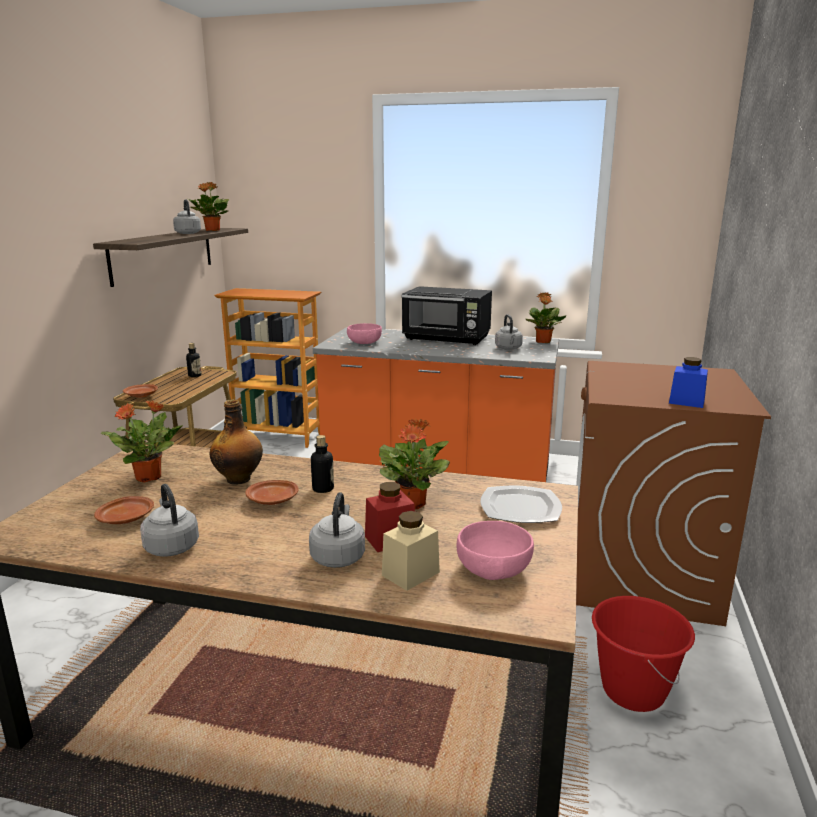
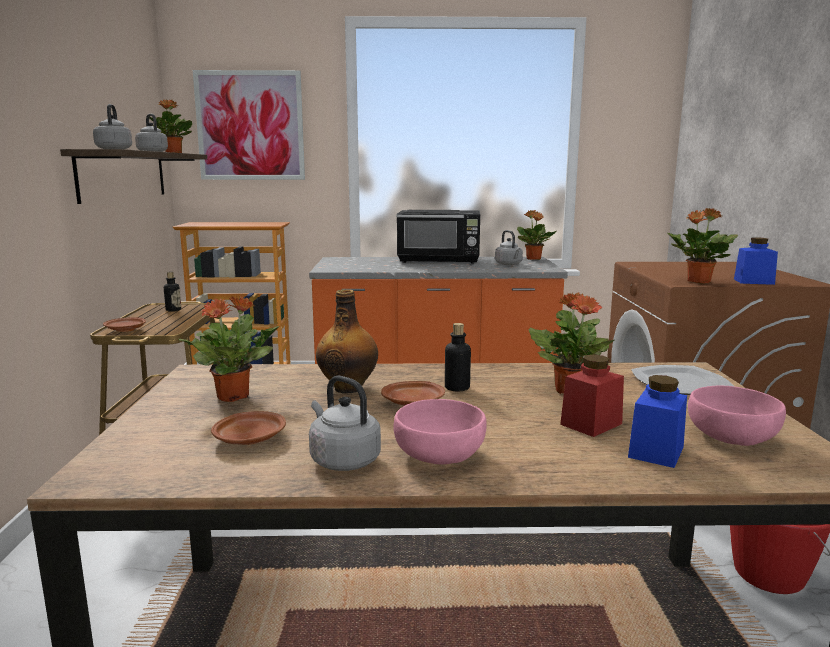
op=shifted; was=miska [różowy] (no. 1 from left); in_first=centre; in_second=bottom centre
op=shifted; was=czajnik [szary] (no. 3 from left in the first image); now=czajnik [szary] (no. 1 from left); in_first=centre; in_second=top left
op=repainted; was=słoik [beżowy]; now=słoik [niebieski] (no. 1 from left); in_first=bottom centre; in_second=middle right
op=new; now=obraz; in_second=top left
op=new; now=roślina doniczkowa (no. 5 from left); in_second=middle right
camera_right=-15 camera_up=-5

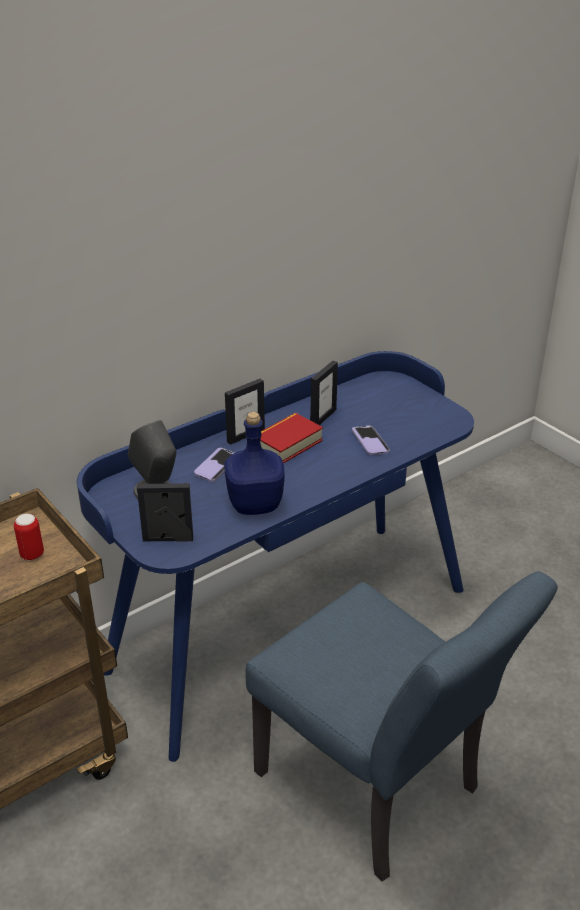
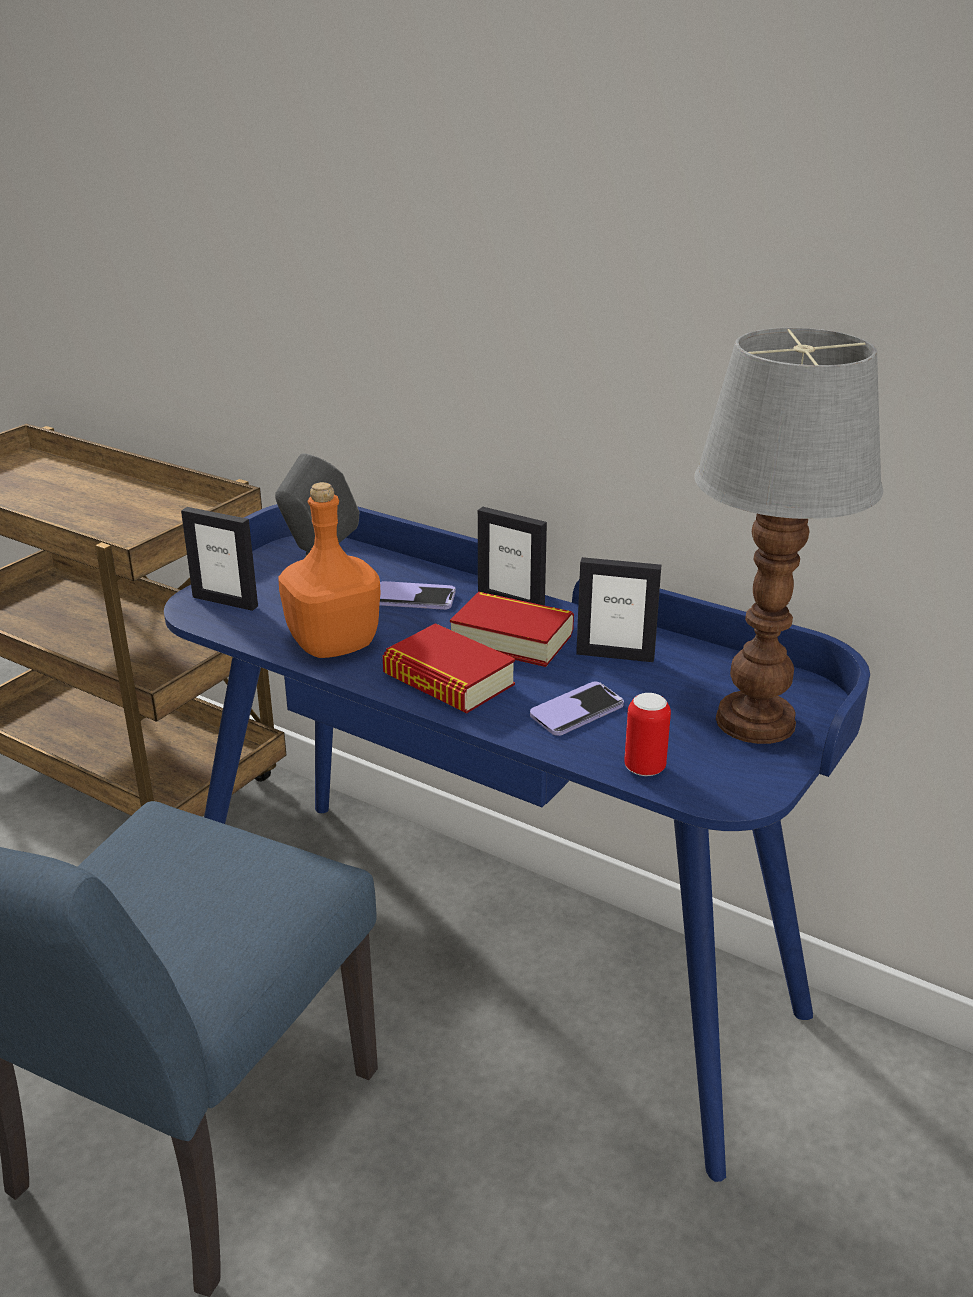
op=repainted; was=butelka [niebieski]; now=butelka [pomarańczowy]; in_first=centre; in_second=centre
op=rotated; was=ramka na zdjęcie (no. 1 from left); in_first=middle left; in_second=middle left; clockwise=135
op=shifted; was=puszka; in_first=middle left; in_second=centre
op=new; now=lampa stołowa; in_second=middle right
op=new; now=książka (no. 1 from left); in_second=centre
camera_right=70 camera_up=-5

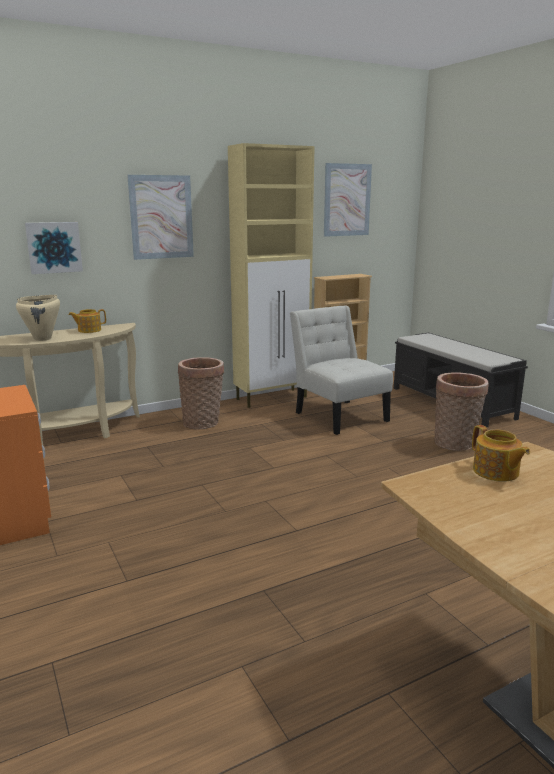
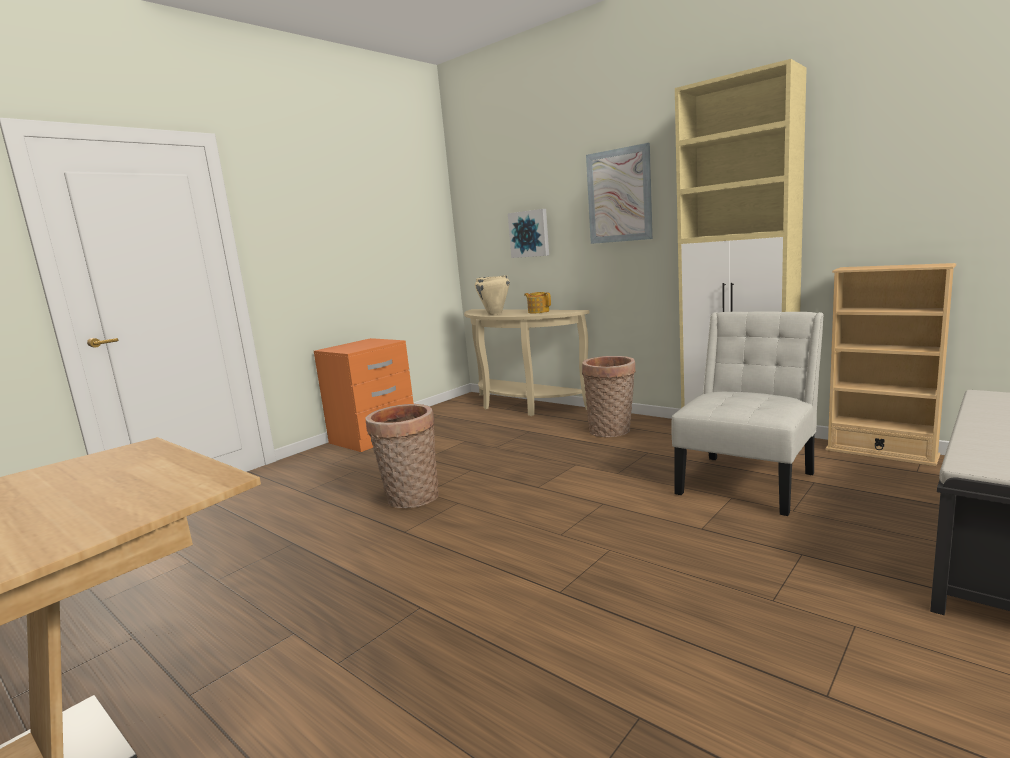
op=gone; was=obraz (no. 3 from left); in_first=top centre
op=shifted; was=koszyk (no. 2 from left in the first image); now=koszyk (no. 1 from left); in_first=middle right; in_second=centre
op=gone; was=imbryk (no. 2 from left); in_first=middle right
camera_right=70 camera_up=-5

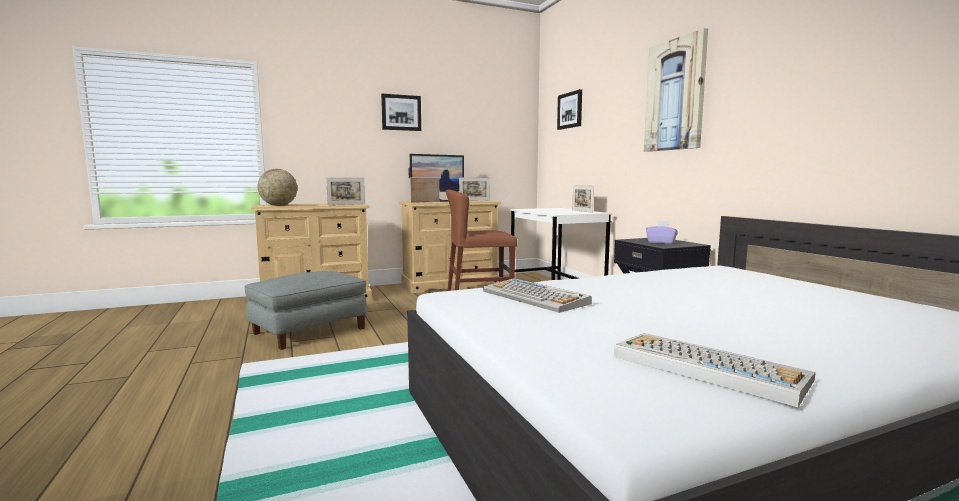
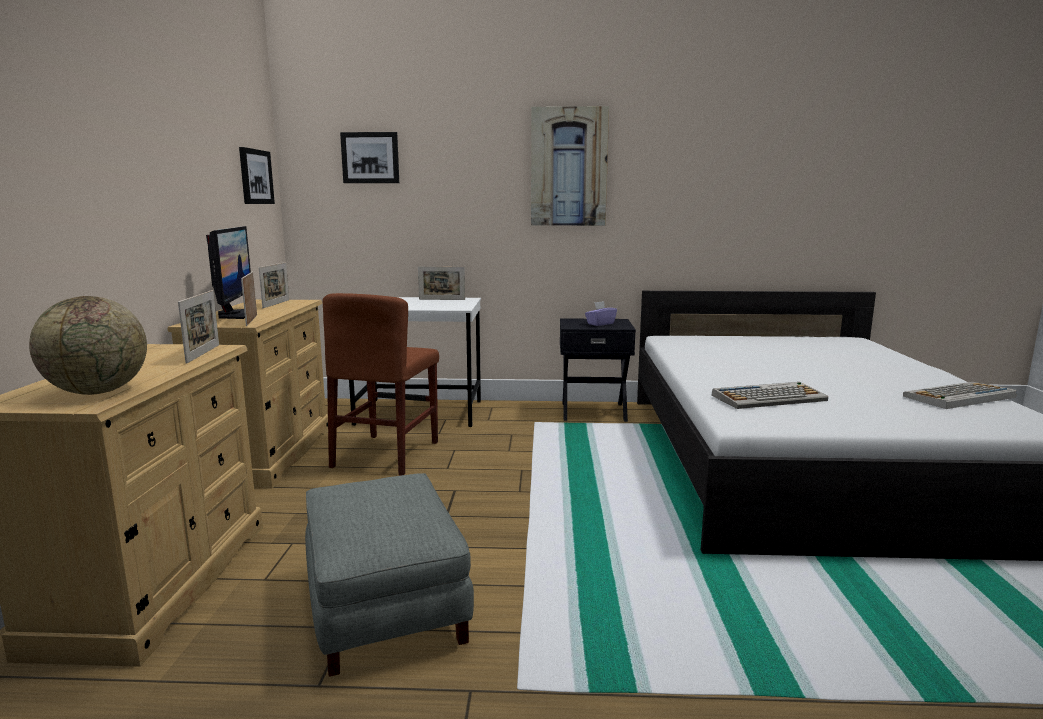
op=shifted; was=obraz (no. 1 from left); in_first=top centre; in_second=top left
camera_right=-65 camera_up=5

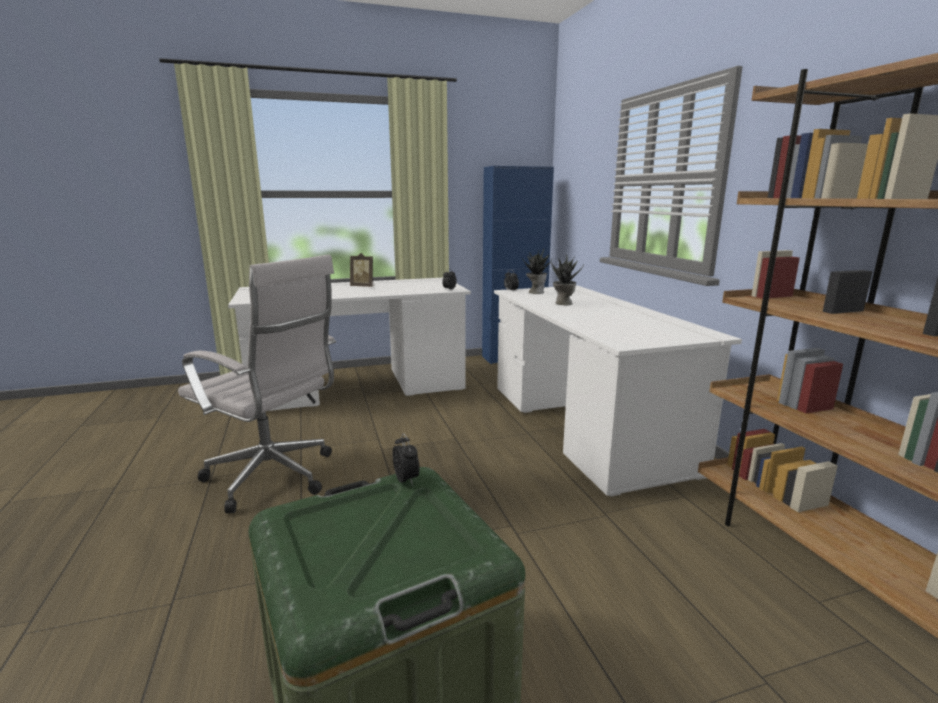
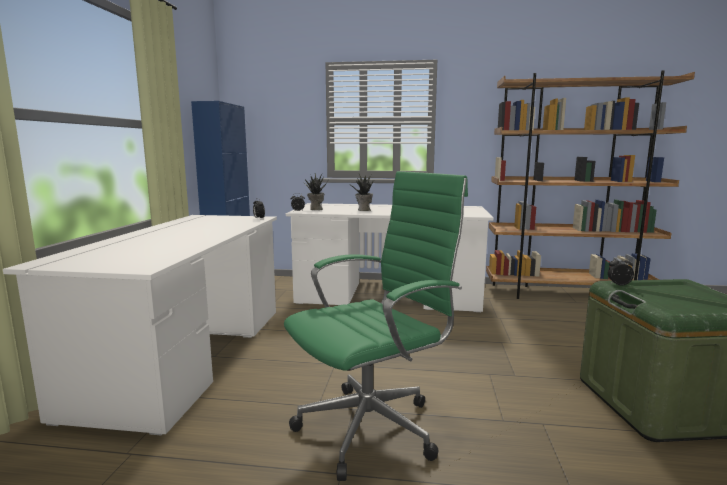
op=gone; was=ramka na zdjęcie; in_first=centre
op=repainted; was=krzesło biurowe [biały]; now=krzesło biurowe [zielony]; in_first=middle left; in_second=bottom centre
camera_right=-65 camera_up=-5

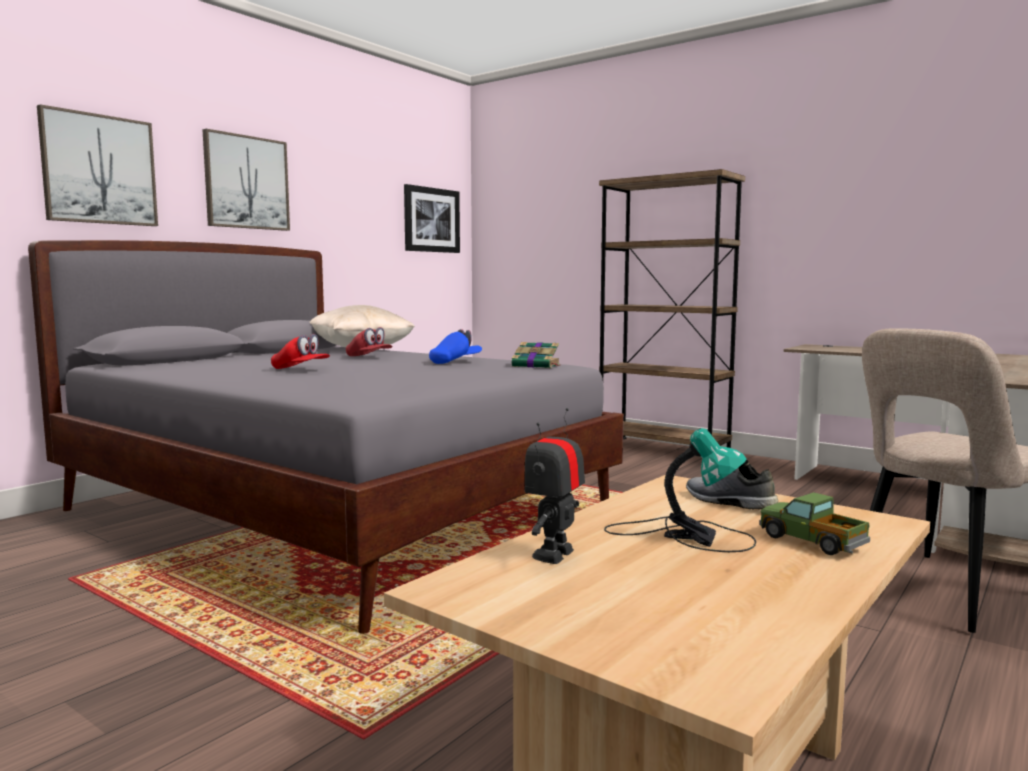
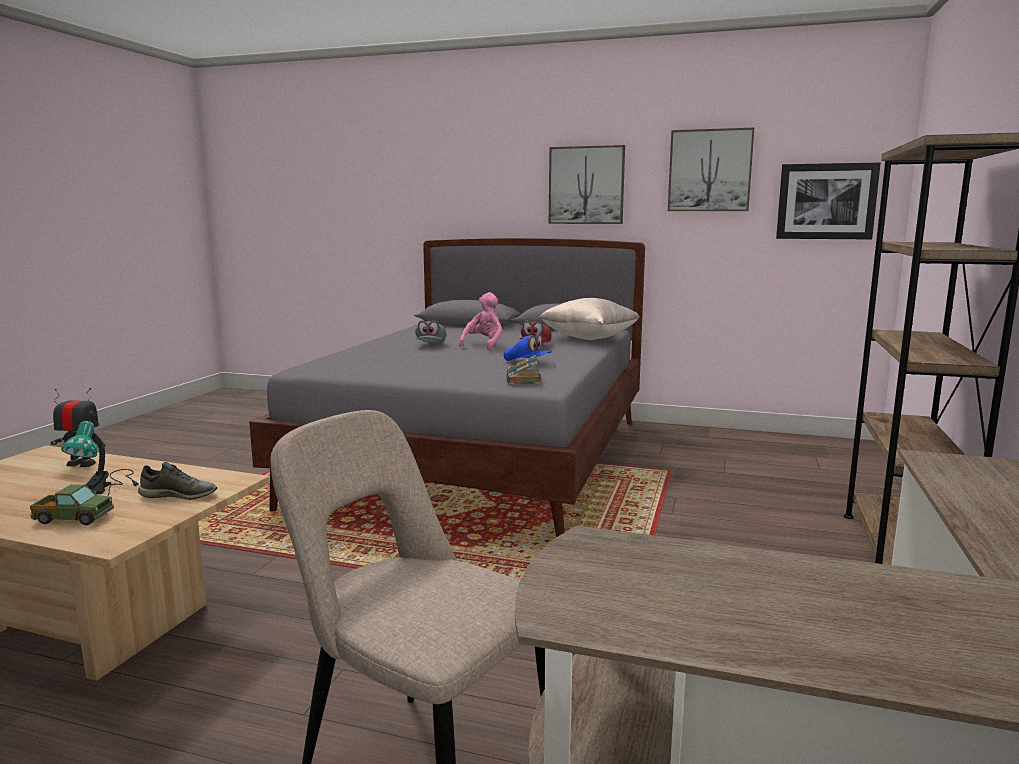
op=shifted; was=obraz (no. 1 from left in the first image); now=obraz (no. 2 from left); in_first=top left; in_second=top right
op=repainted; was=czapka z daszkiem [czerwony] (no. 1 from left); now=czapka z daszkiem [szary]; in_first=middle left; in_second=centre
op=rotated; was=but [szary]; in_first=middle right; in_second=middle left; clockwise=60
op=rotated; was=ciężarówka zabawkowa; in_first=bottom right; in_second=middle left; clockwise=60
op=new; now=pluszak [różowy]; in_second=centre
camera_right=70 camera_up=5

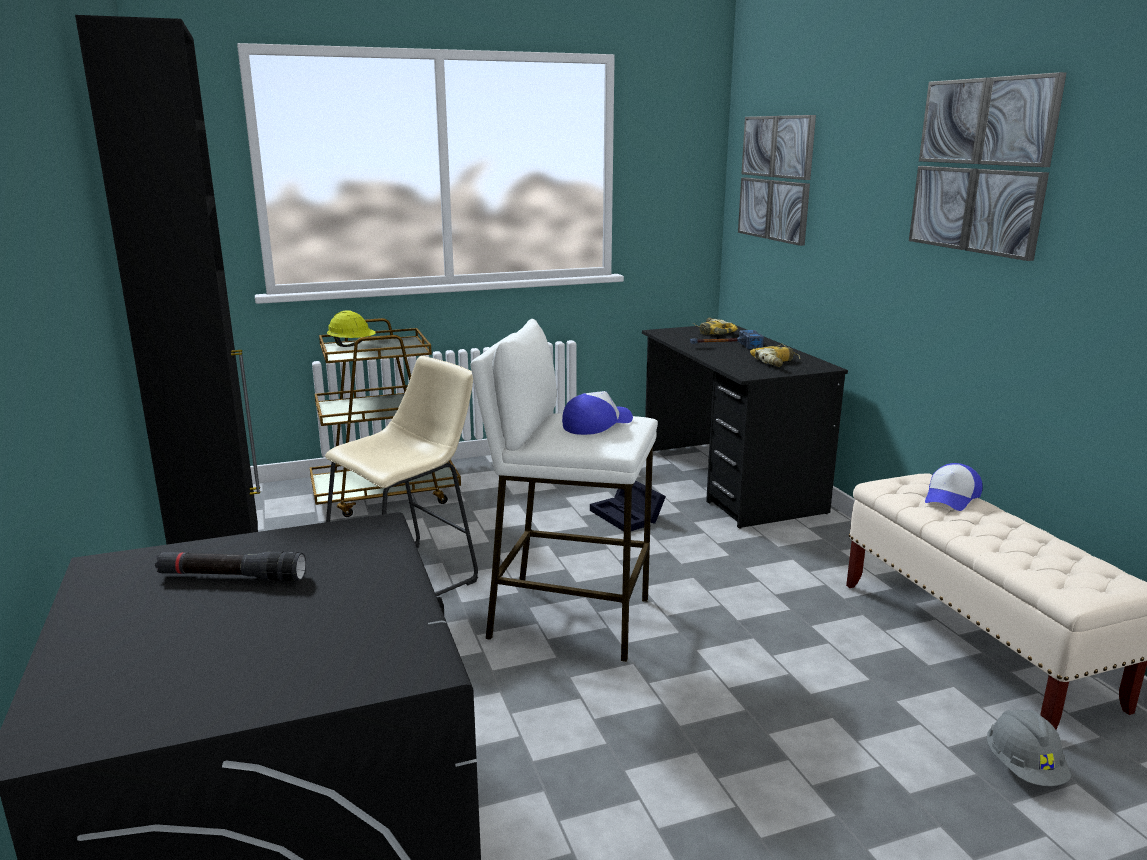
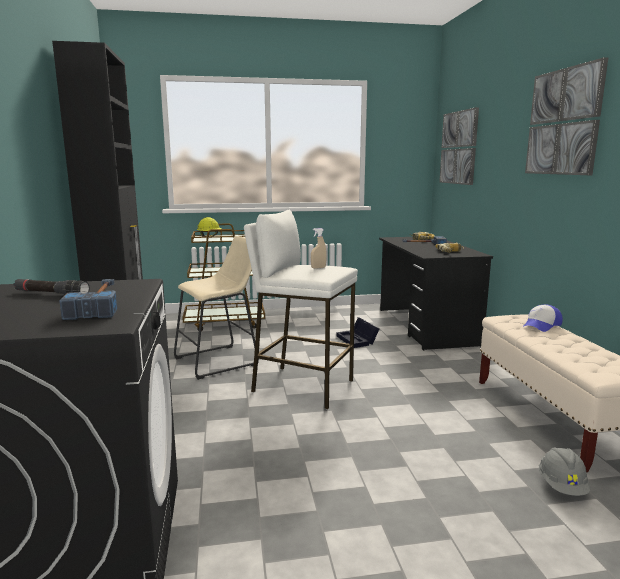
op=swapped; was=czapka z daszkiem (no. 1 from left); now=spryskiwacz [beżowy]; in_first=centre; in_second=centre
op=new; now=młotek (no. 1 from left); in_second=middle left
camera_right=10 camera_up=-5

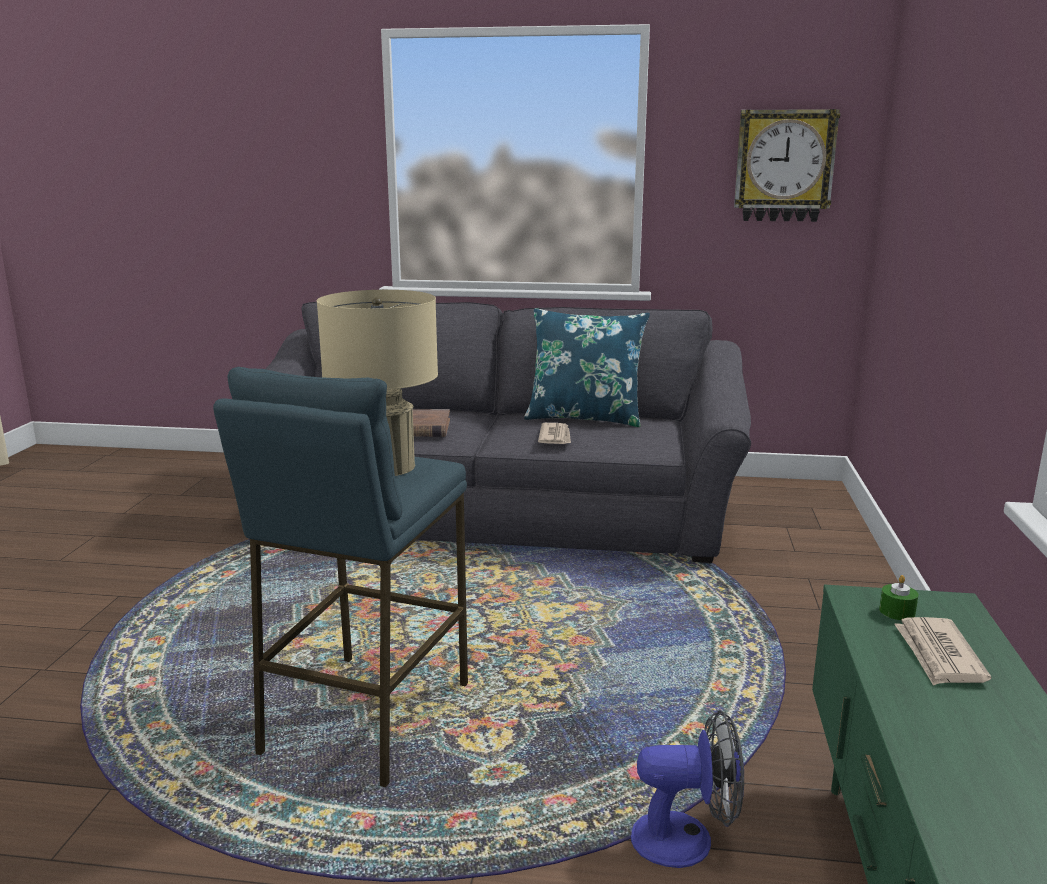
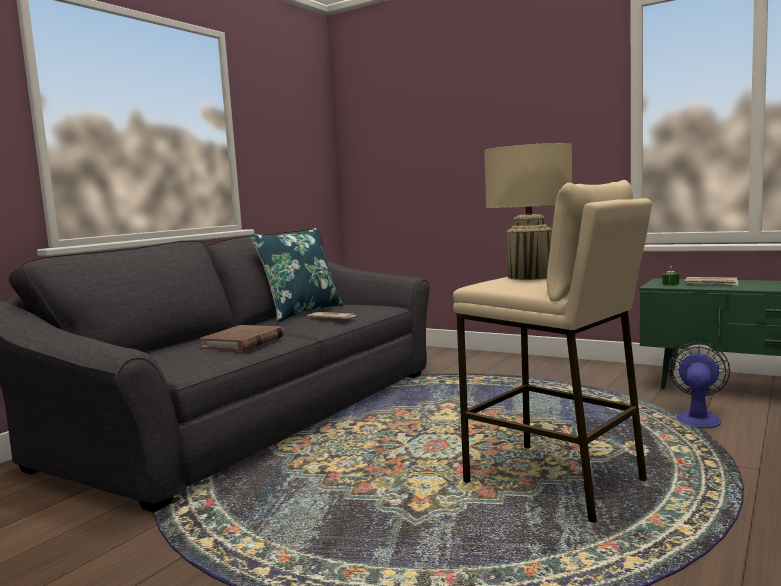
op=gone; was=zegar ścienny; in_first=top right
op=repainted; was=stołek [niebieski]; now=stołek [beżowy]; in_first=middle left; in_second=middle right
camera_right=-65 camera_up=-10

